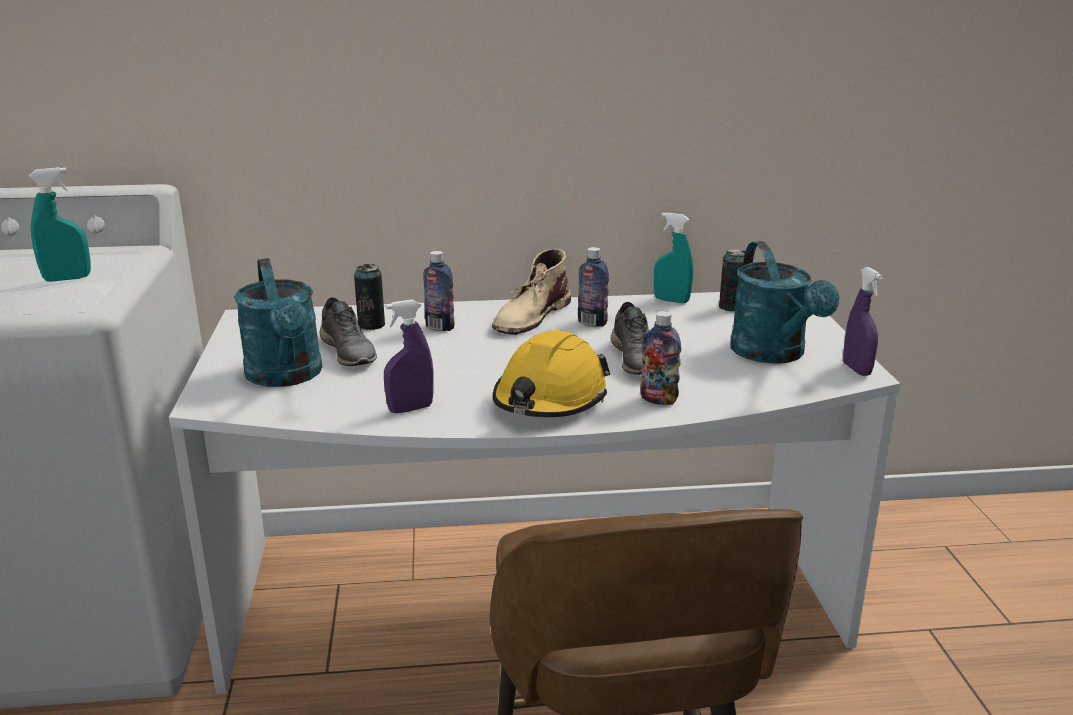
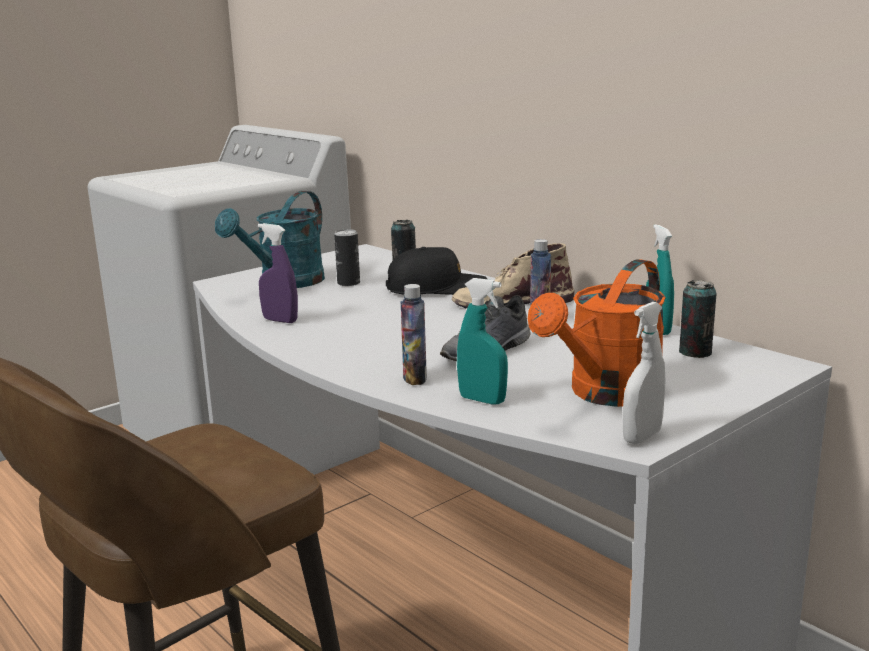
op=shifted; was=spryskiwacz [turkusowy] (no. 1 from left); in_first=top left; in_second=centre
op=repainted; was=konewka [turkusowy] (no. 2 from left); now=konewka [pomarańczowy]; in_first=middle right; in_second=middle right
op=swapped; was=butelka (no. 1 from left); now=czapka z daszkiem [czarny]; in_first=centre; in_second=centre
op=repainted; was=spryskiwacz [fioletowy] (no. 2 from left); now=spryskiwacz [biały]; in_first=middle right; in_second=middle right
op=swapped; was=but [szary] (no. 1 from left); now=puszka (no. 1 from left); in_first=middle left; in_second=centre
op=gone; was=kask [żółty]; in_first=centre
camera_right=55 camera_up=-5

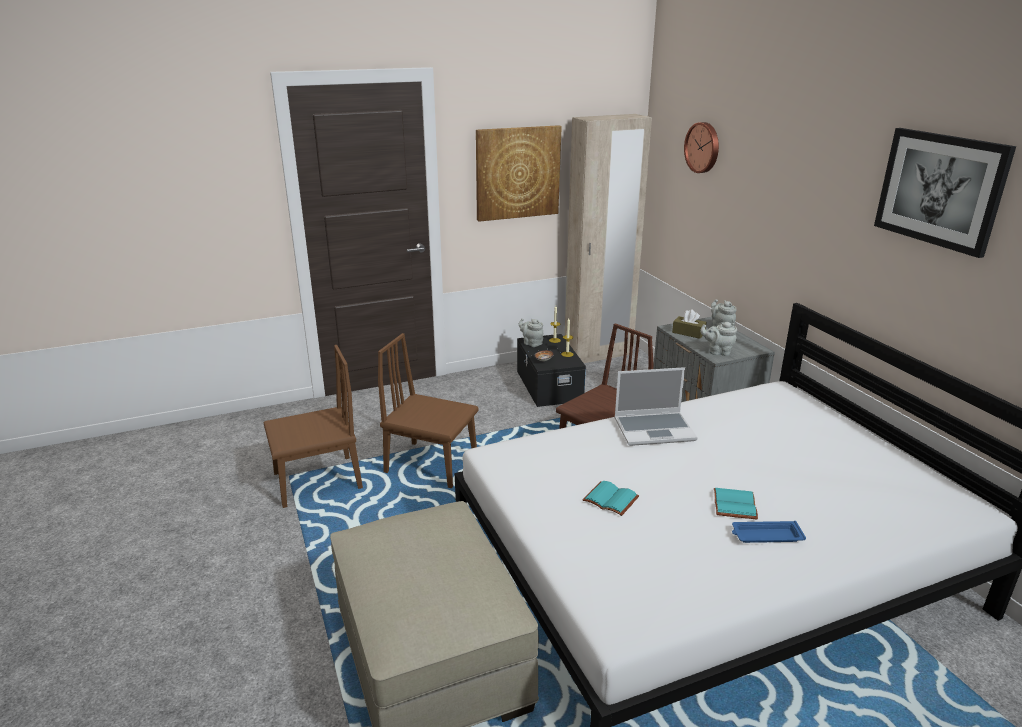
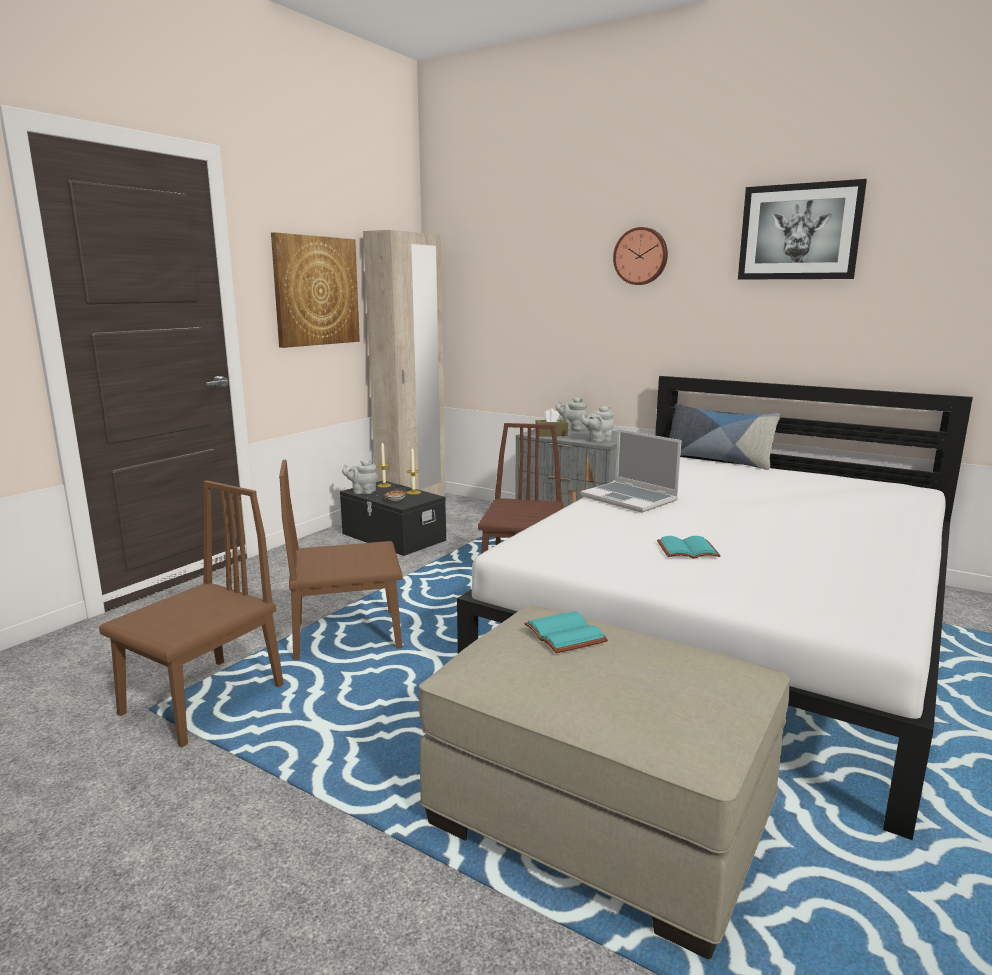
op=shifted; was=zegar ścienny; in_first=top right; in_second=top centre
op=rotated; was=laptop; in_first=centre; in_second=centre; clockwise=90
op=shifted; was=książka [turkusowy] (no. 2 from left in the first image); now=książka [turkusowy] (no. 1 from left); in_first=bottom right; in_second=centre
op=gone; was=taca [niebieski]; in_first=bottom right
op=new; now=poduszka; in_second=middle right
camera_right=-35 camera_up=-10

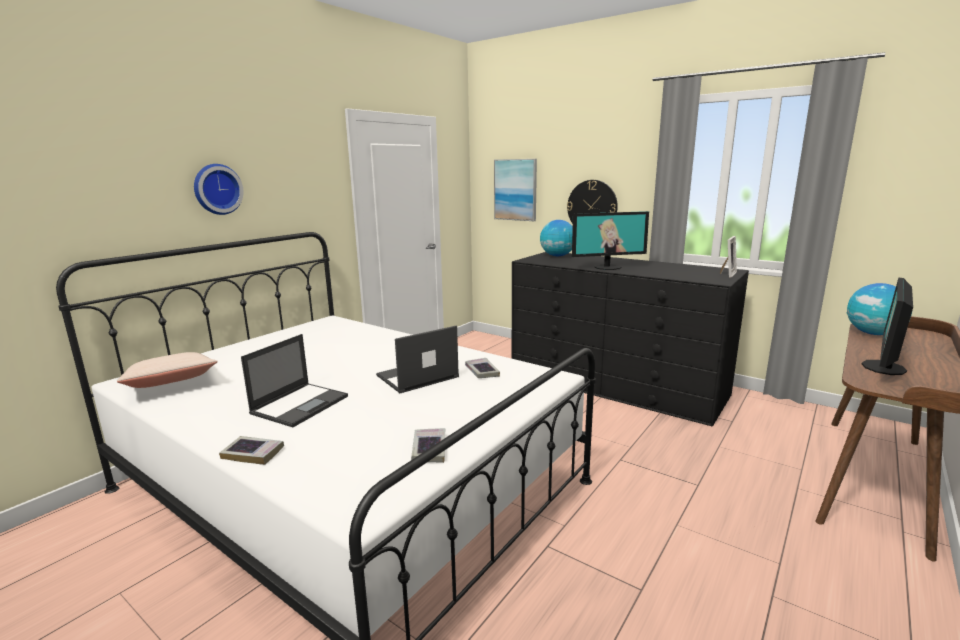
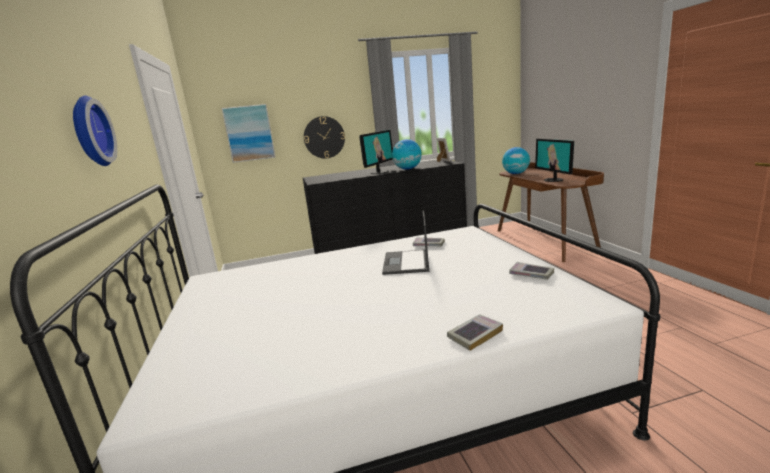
op=shifted; was=globus (no. 1 from left); in_first=centre; in_second=top centre
op=gone; was=laptop (no. 1 from left); in_first=middle left
op=gone; was=poduszka [beżowy]; in_first=middle left
camera_right=-50 camera_up=0

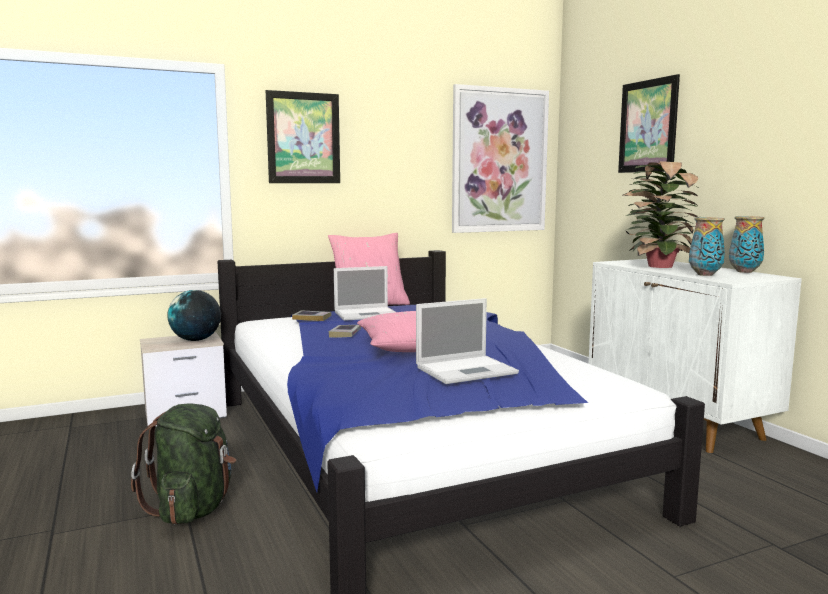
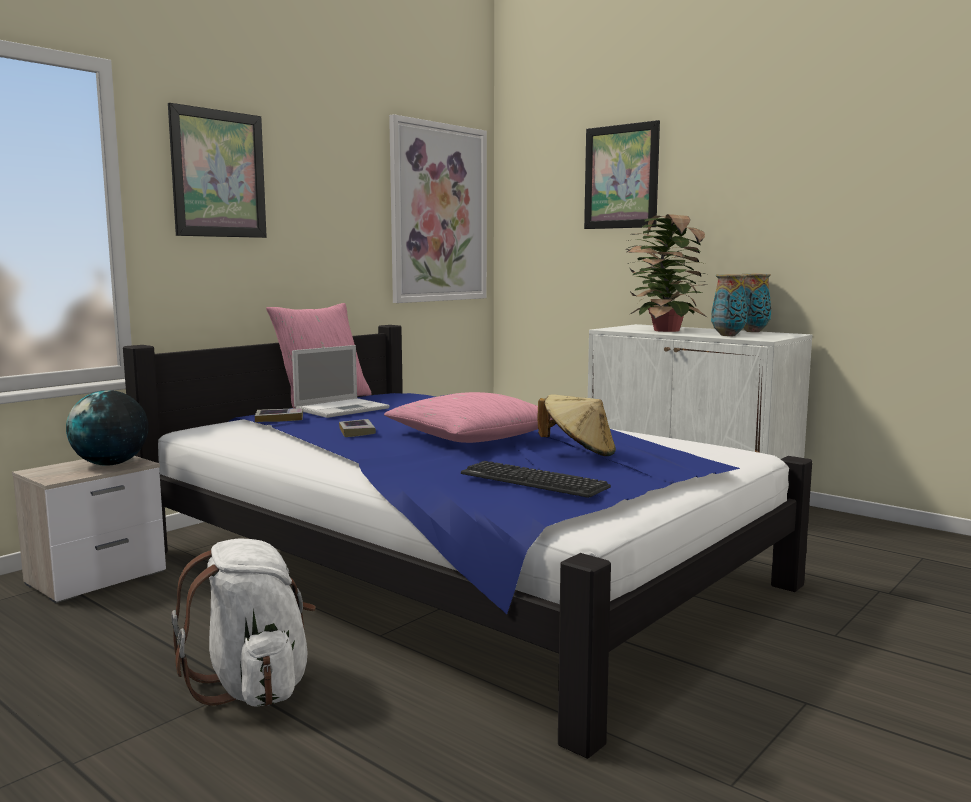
op=swapped; was=laptop (no. 2 from left); now=kapelusz [beżowy]; in_first=centre; in_second=centre
op=repainted; was=plecak [zielony]; now=plecak [biały]; in_first=bottom left; in_second=bottom left
op=new; now=klawiatura; in_second=centre
camera_right=-25 camera_up=0

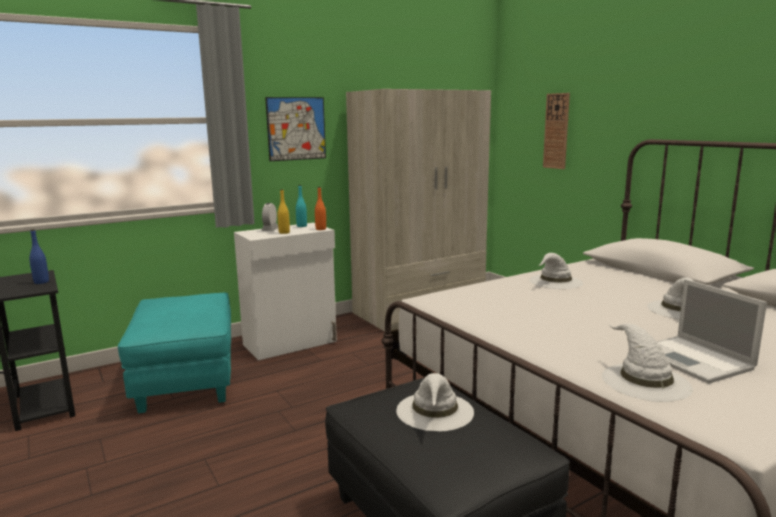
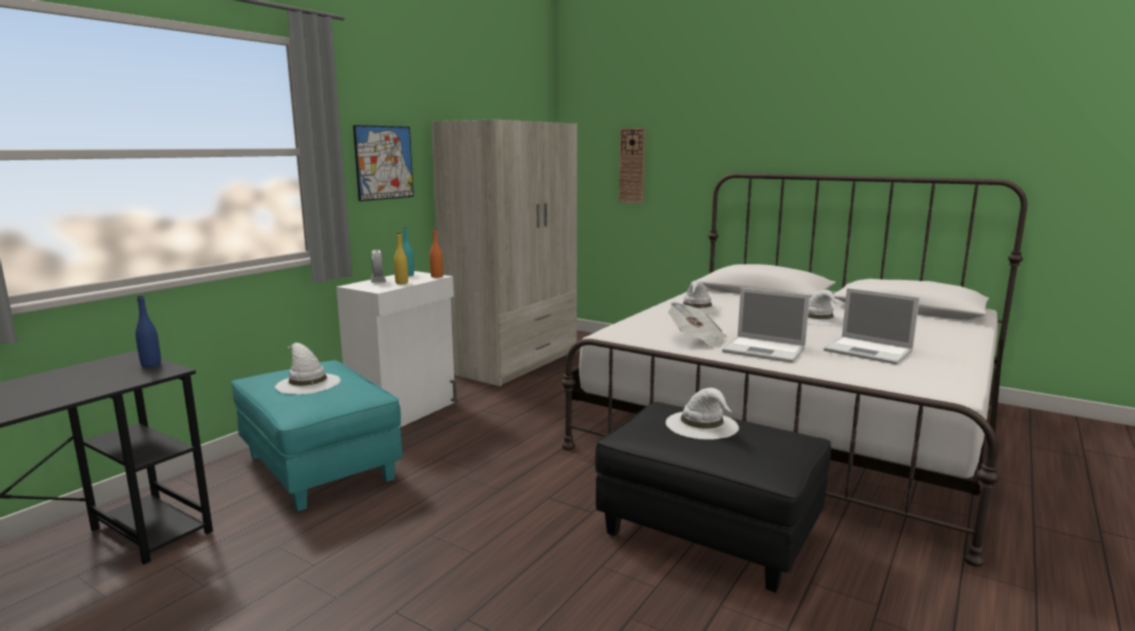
op=shifted; was=kapelusz [biały] (no. 3 from left in the first image); now=kapelusz [biały] (no. 1 from left); in_first=bottom right; in_second=middle left
op=new; now=laptop (no. 1 from left); in_second=middle right
op=new; now=gazeta; in_second=centre
camera_right=-25 camera_up=0

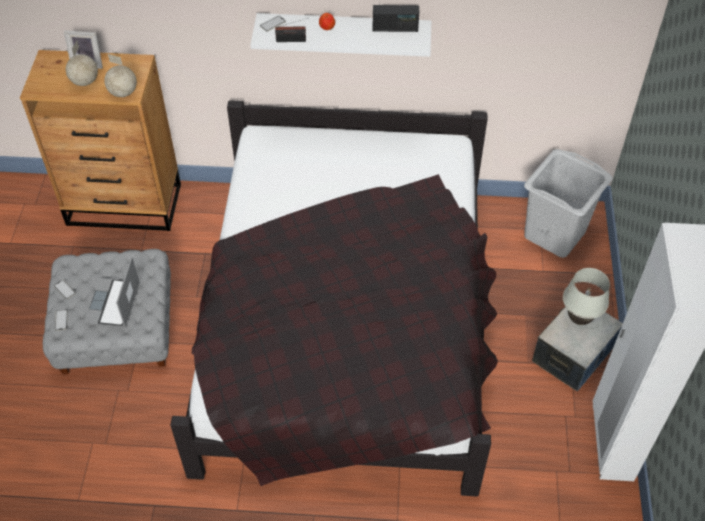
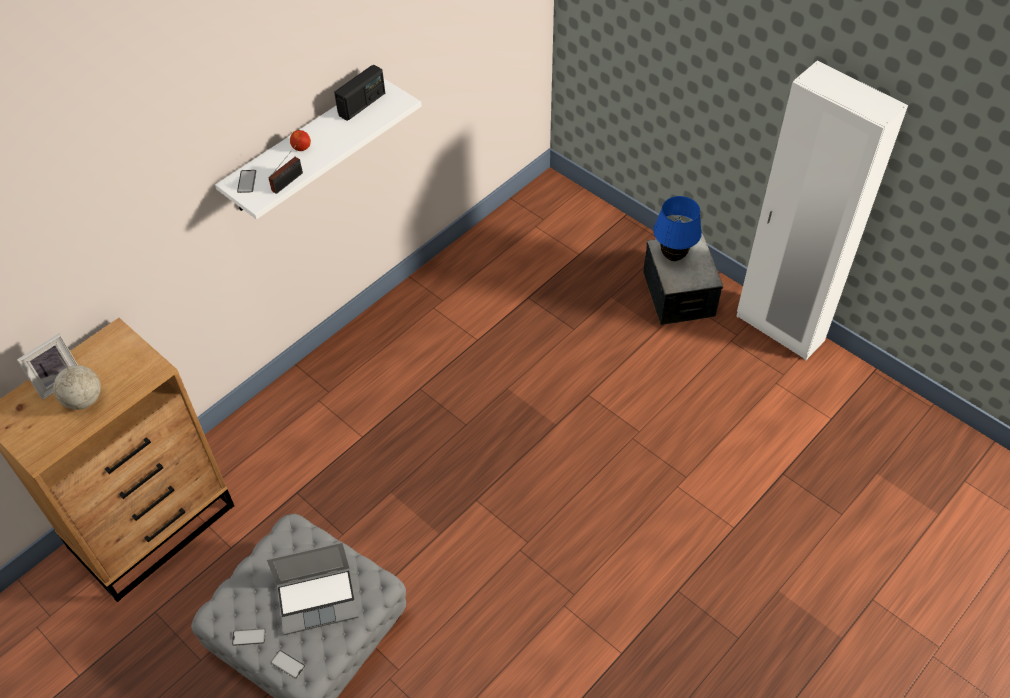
op=gone; was=globus (no. 2 from left); in_first=top left
op=gone; was=łóżko [czarny]; in_first=centre
op=gone; was=kosz na pranie [szary]; in_first=middle right
op=rotated; was=laptop; in_first=middle left; in_second=bottom left; clockwise=-60
op=repainted; was=lampa stołowa [biały]; now=lampa stołowa [niebieski]; in_first=middle right; in_second=top right
camera_right=-50 camera_up=0

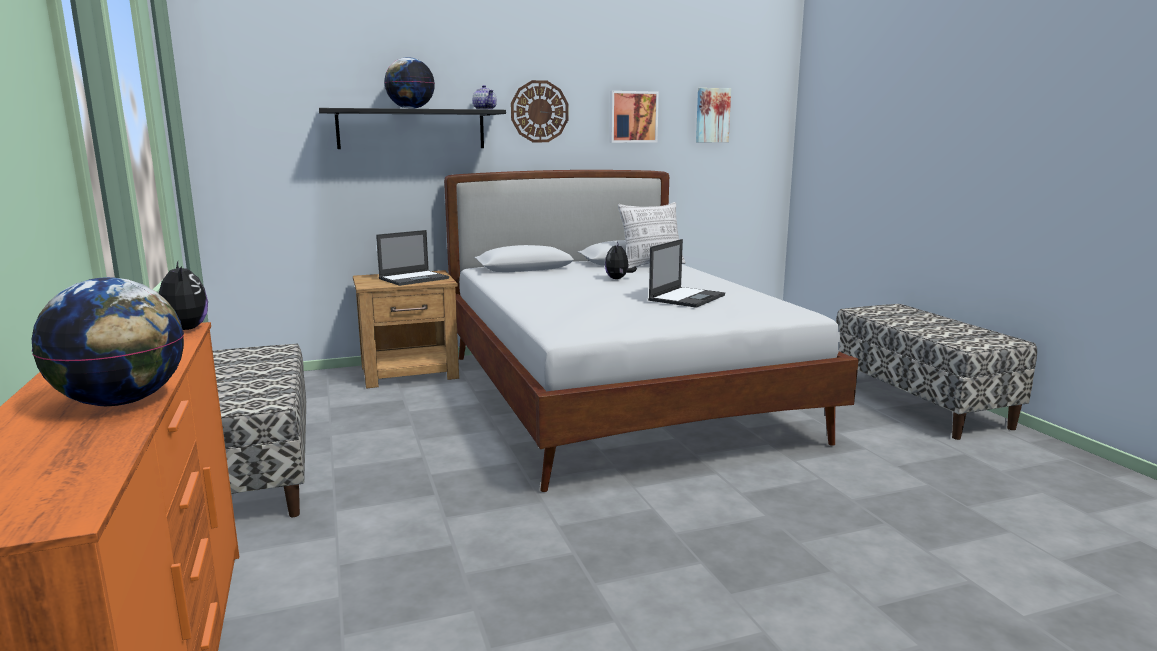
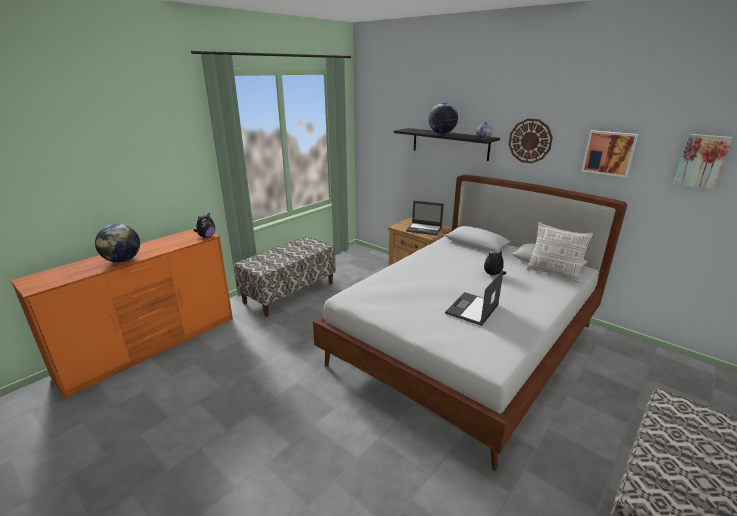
op=rotated; was=laptop (no. 2 from left); in_first=centre; in_second=centre; clockwise=120
camera_right=60 camera_up=10

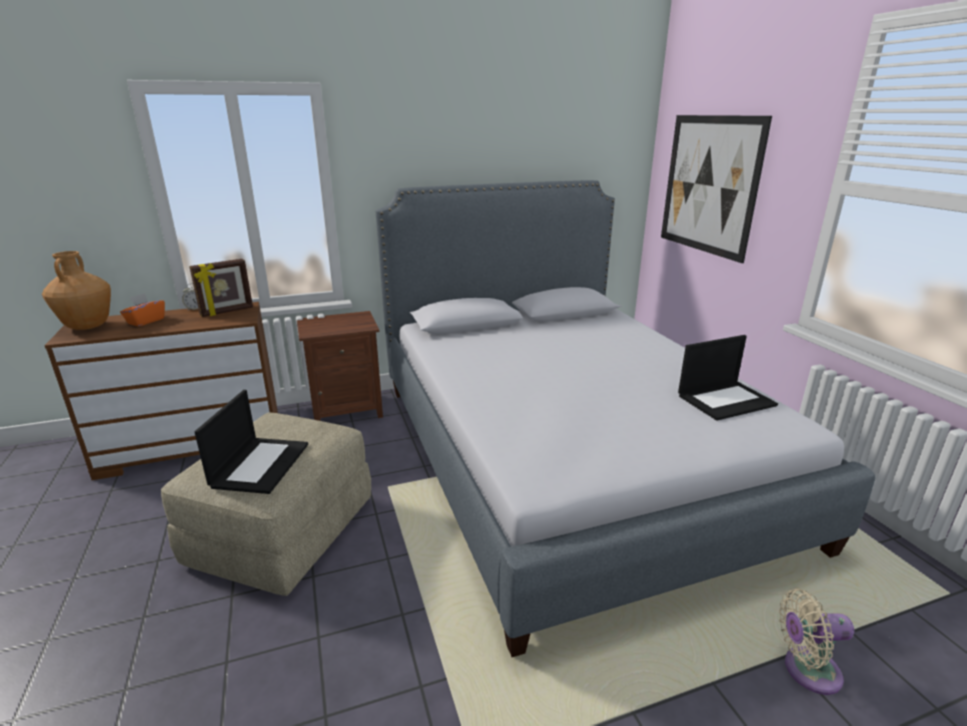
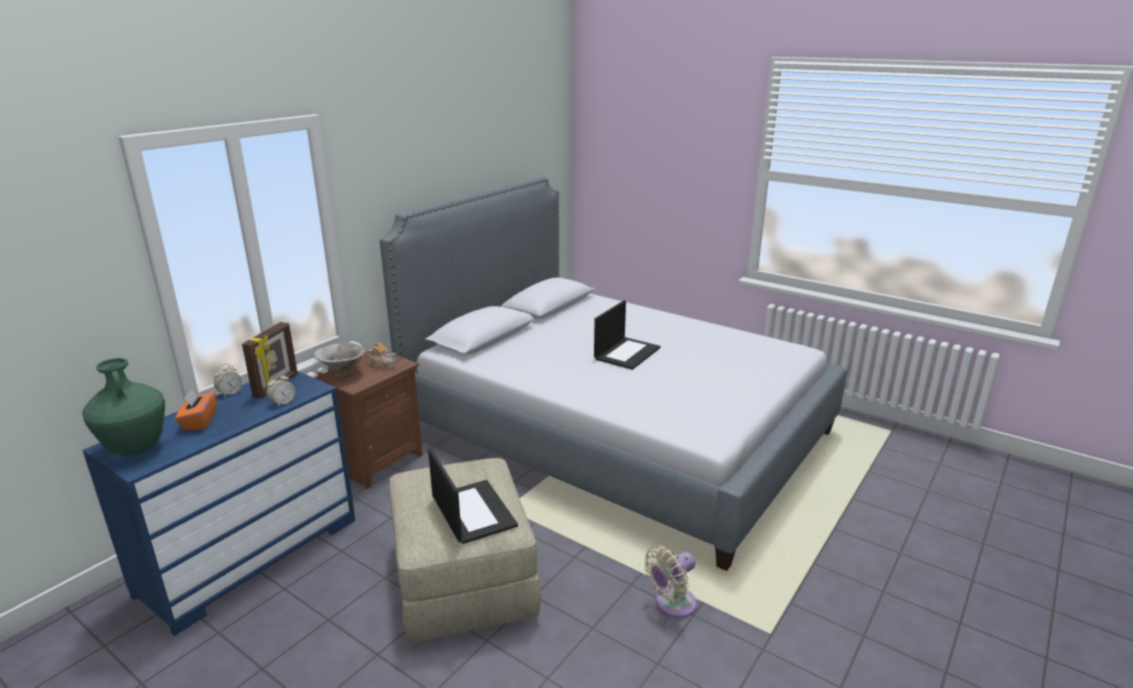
op=gone; was=obraz; in_first=top right
op=repainted; was=wazon [brązowy]; now=wazon [zielony]; in_first=middle left; in_second=middle left
op=repainted; was=komoda [brązowy]; now=komoda [niebieski]; in_first=middle left; in_second=bottom left
op=shifted; was=laptop (no. 2 from left); in_first=middle right; in_second=centre
op=shifted; was=wentylator [beżowy]; in_first=bottom right; in_second=bottom centre
op=new; now=imbryk; in_second=centre
op=new; now=miska; in_second=middle left
op=new; now=budzik (no. 2 from left); in_second=middle left
camera_right=-35 camera_up=0

